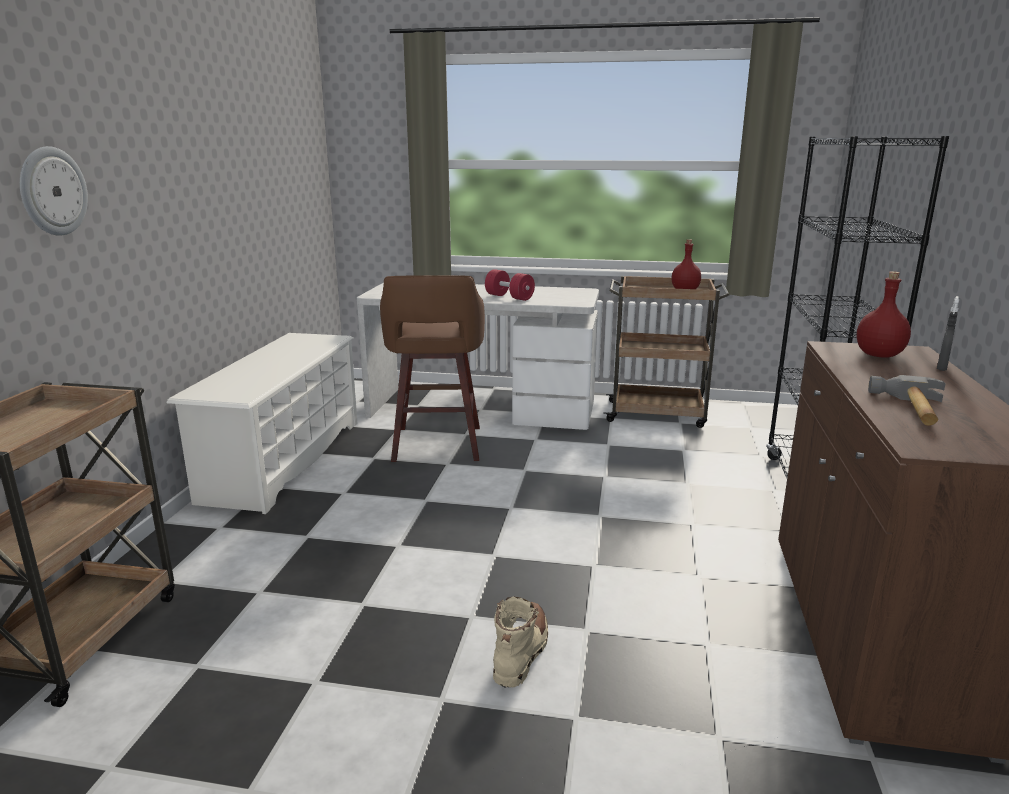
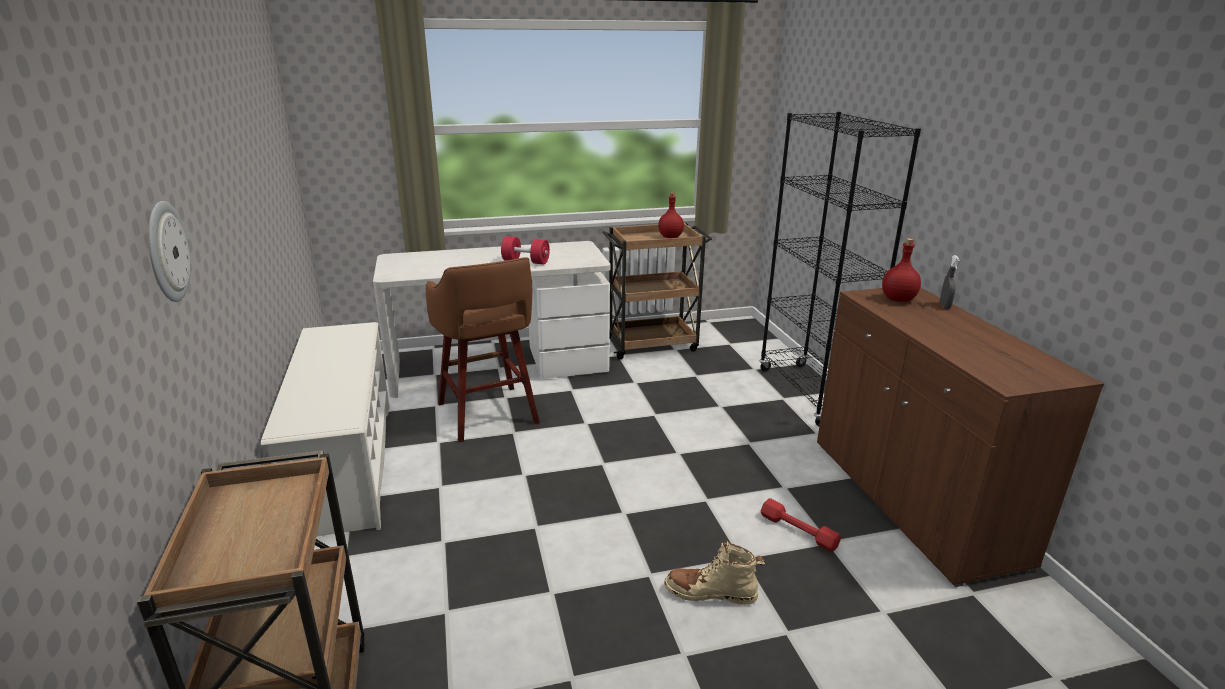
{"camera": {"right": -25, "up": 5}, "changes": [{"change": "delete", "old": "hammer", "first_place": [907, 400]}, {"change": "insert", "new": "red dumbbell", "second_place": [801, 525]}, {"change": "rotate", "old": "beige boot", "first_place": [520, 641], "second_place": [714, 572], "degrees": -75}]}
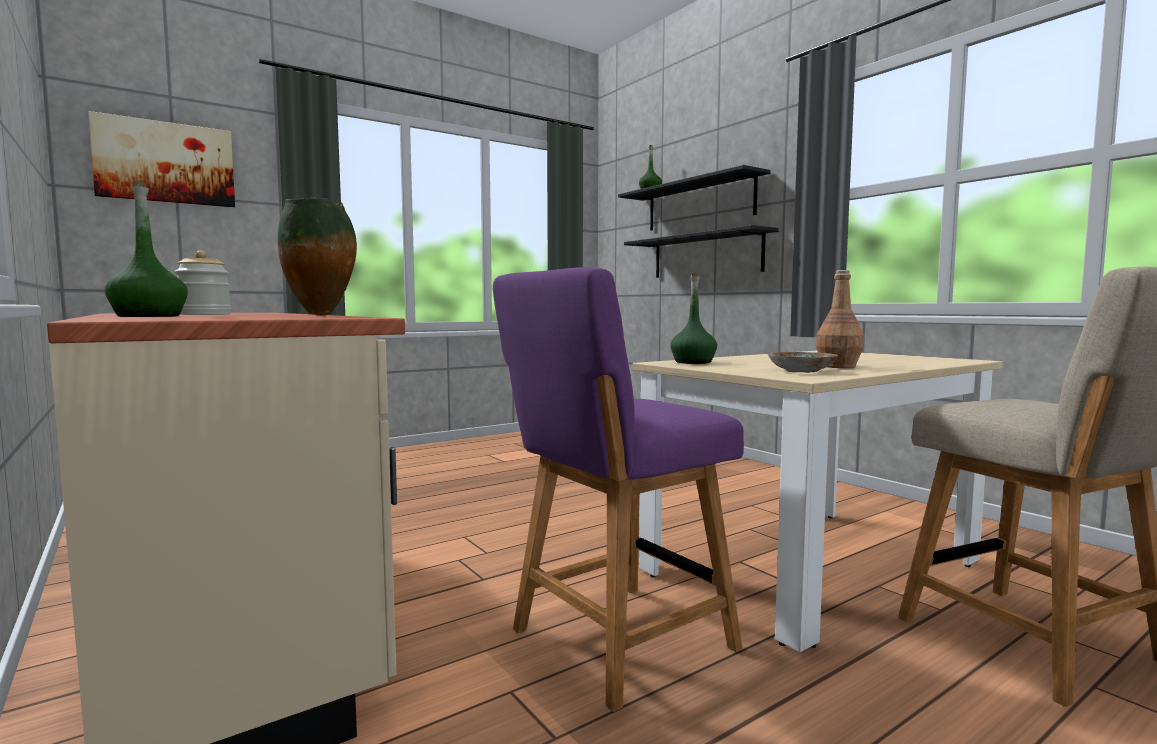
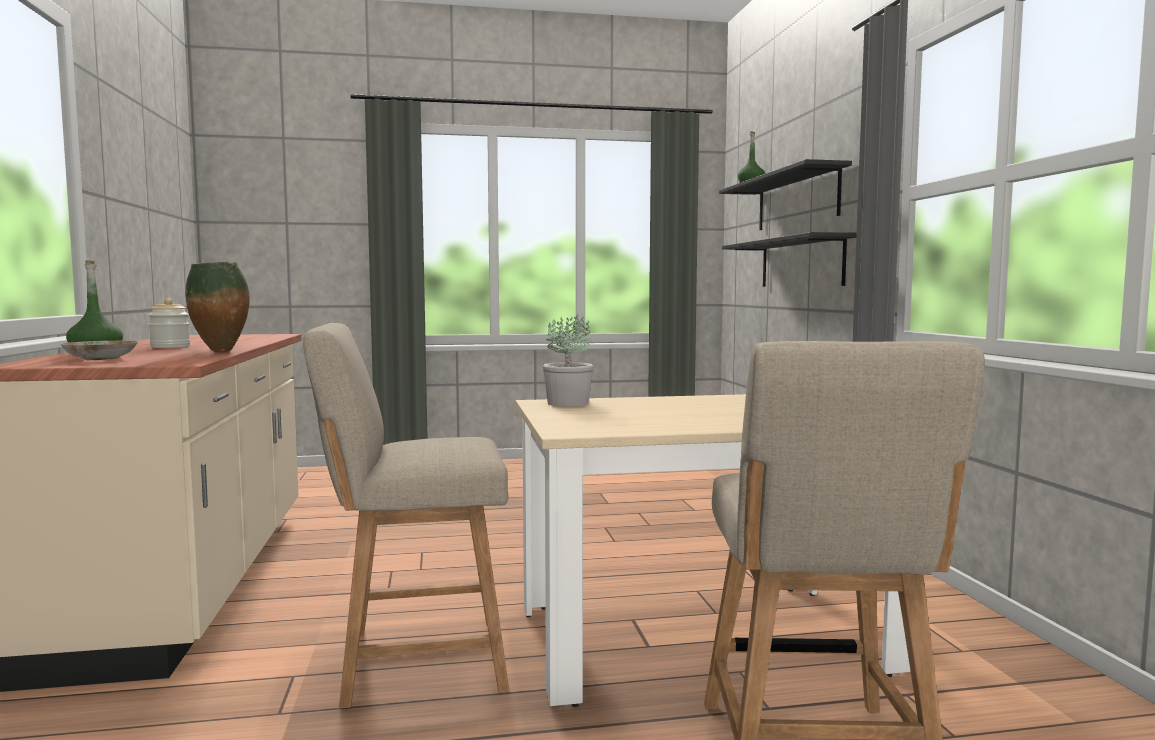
{"camera": {"right": 25, "up": 0}, "changes": [{"change": "delete", "old": "picture", "first_place": [161, 159]}, {"change": "delete", "old": "brown bottle", "first_place": [840, 319]}, {"change": "move", "old": "plate", "first_place": [803, 362], "second_place": [99, 350]}, {"change": "replace", "old": "green bottle", "new": "potted plant", "first_place": [693, 318], "second_place": [568, 360]}, {"change": "recolor", "old": "purple chair", "new": "beige chair", "first_place": [618, 489], "second_place": [406, 516]}]}
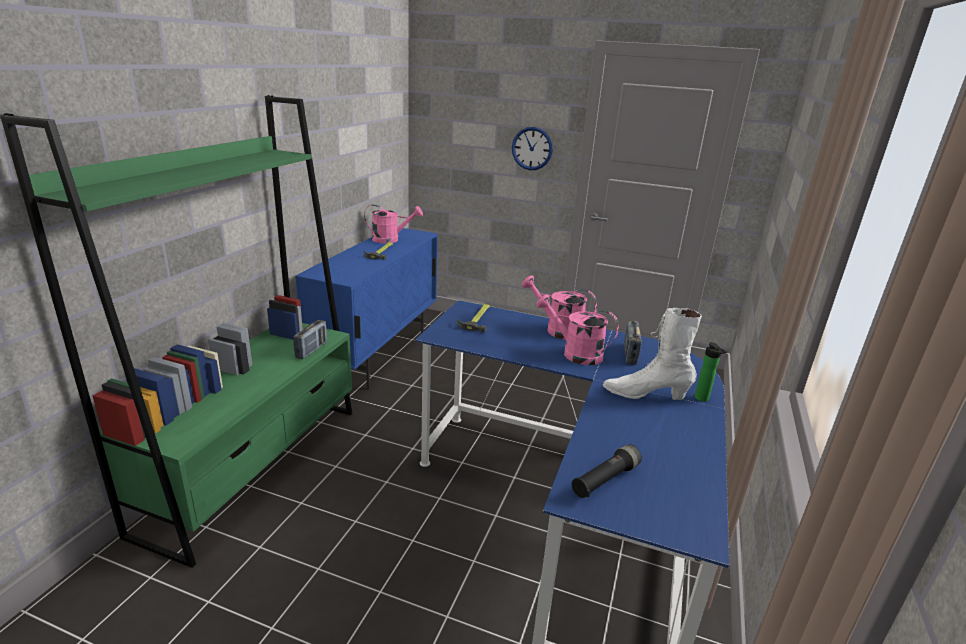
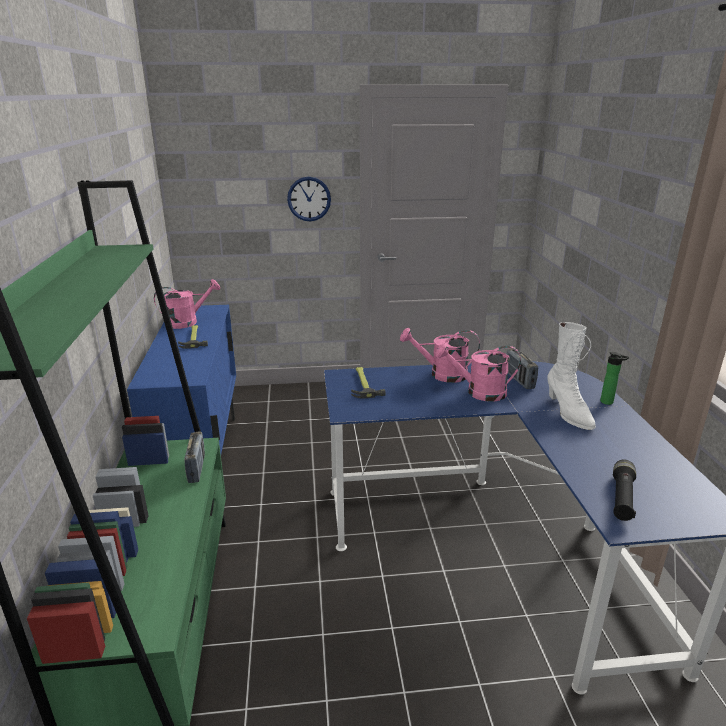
{"camera": {"right": -25, "up": 0}, "changes": [{"change": "rotate", "old": "white boot", "first_place": [652, 354], "second_place": [571, 376], "degrees": -90}]}
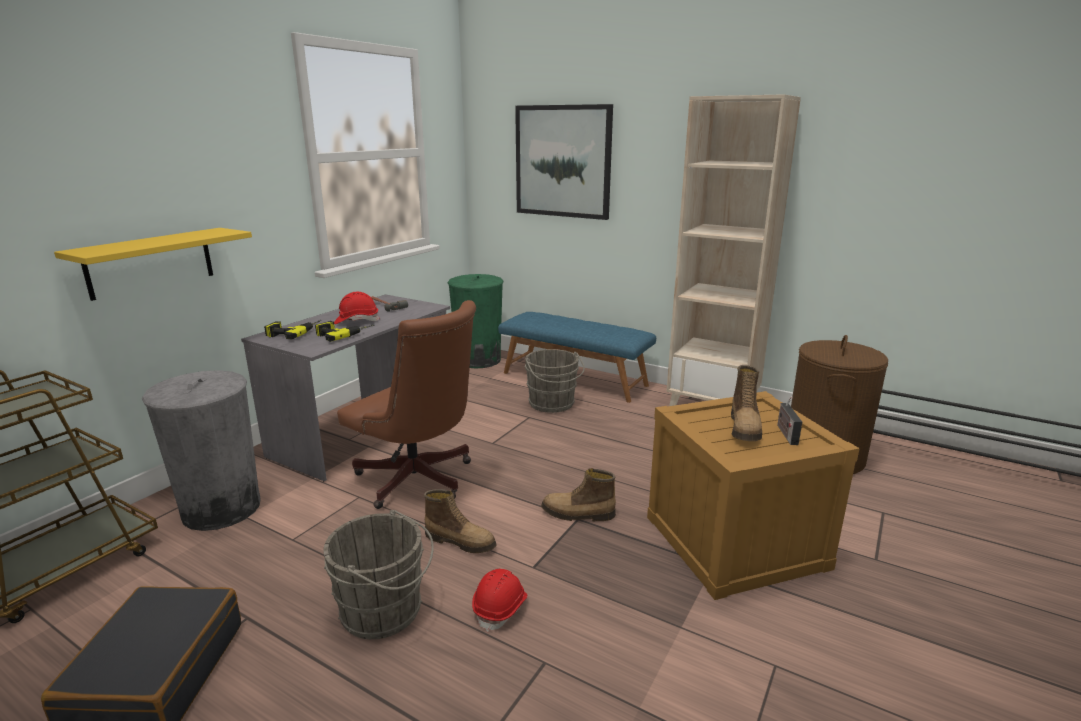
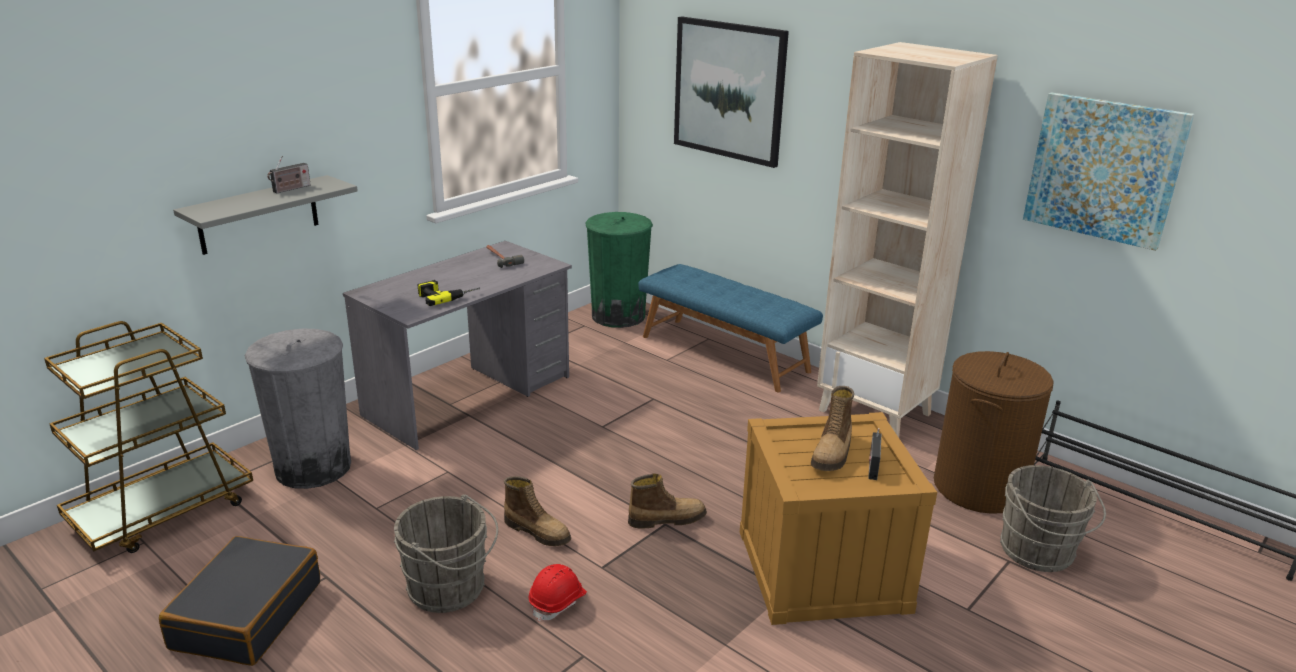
{"camera": {"right": 10, "up": 5}, "changes": [{"change": "delete", "old": "power drill", "first_place": [293, 330]}, {"change": "delete", "old": "red hard hat", "first_place": [356, 308]}, {"change": "delete", "old": "brown office chair", "first_place": [406, 404]}, {"change": "insert", "new": "radio", "second_place": [289, 174]}, {"change": "insert", "new": "picture", "second_place": [1108, 171]}, {"change": "move", "old": "grey bucket", "first_place": [554, 381], "second_place": [1053, 518]}, {"change": "recolor", "old": "yellow shelf", "new": "grey shelf", "first_place": [153, 264], "second_place": [265, 215]}, {"change": "rotate", "old": "boot", "first_place": [578, 494], "second_place": [667, 501], "degrees": 150}]}
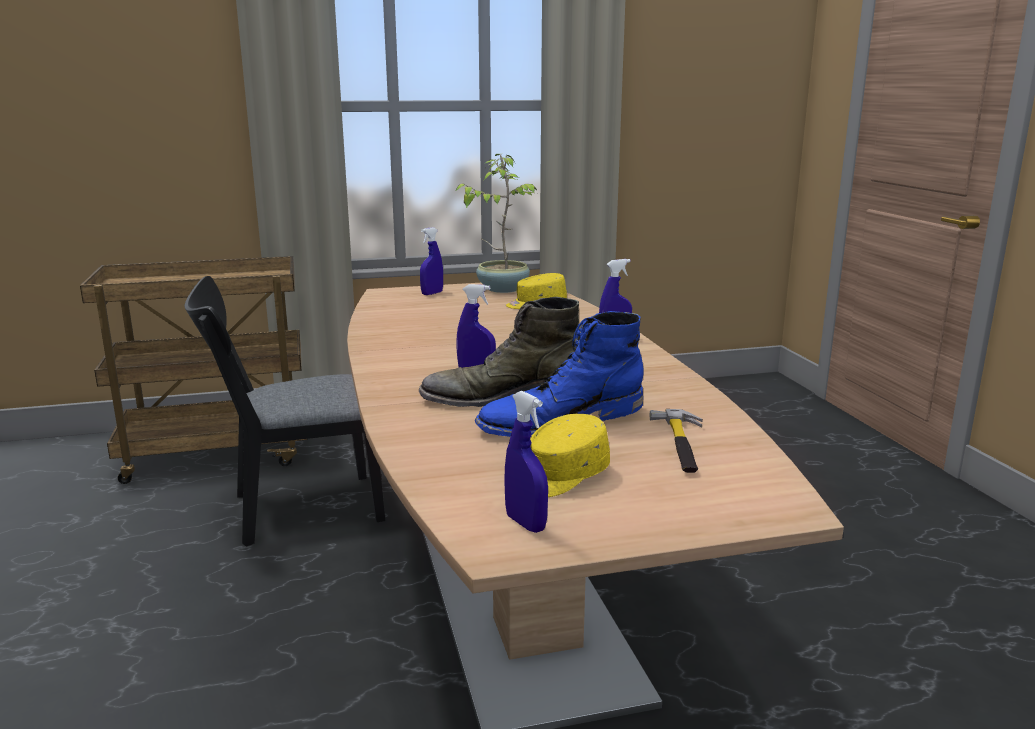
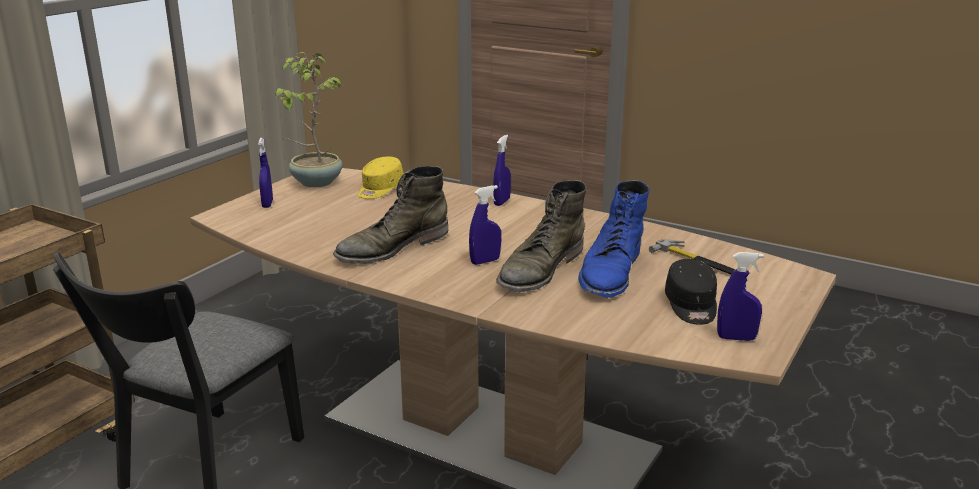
{"camera": {"right": -45, "up": 5}, "changes": [{"change": "insert", "new": "green boot", "second_place": [391, 215]}, {"change": "recolor", "old": "yellow cap", "new": "black cap", "first_place": [570, 455], "second_place": [691, 291]}]}
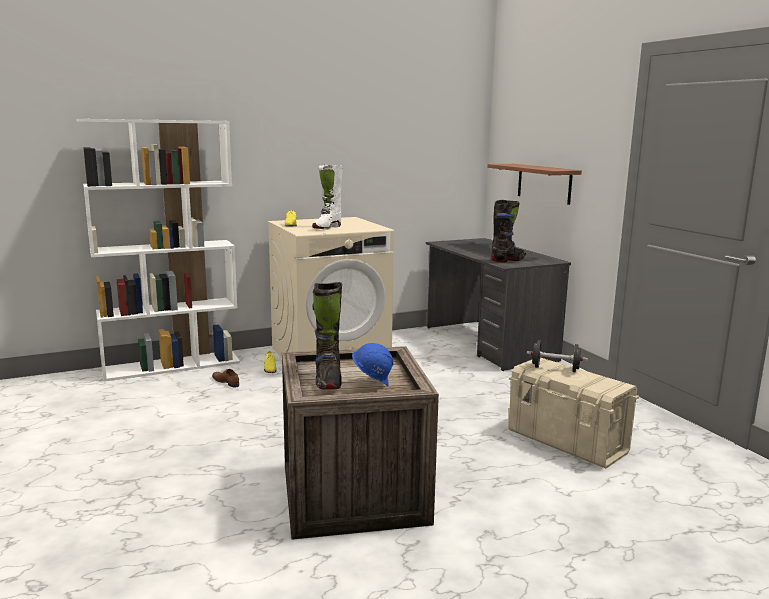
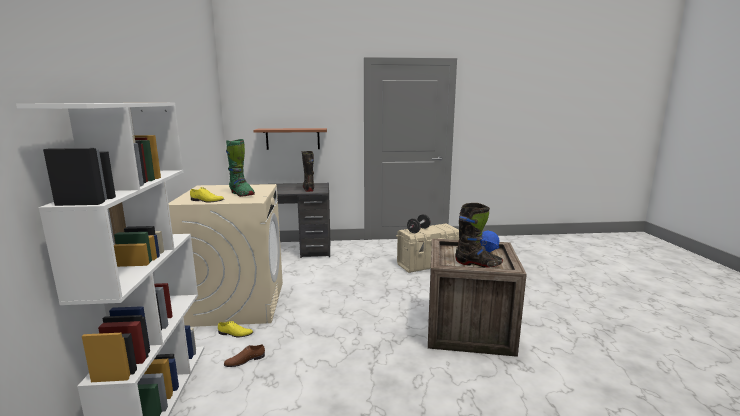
{"camera": {"right": -70, "up": 0}, "changes": [{"change": "recolor", "old": "white boot", "new": "green boot", "first_place": [327, 197], "second_place": [240, 168]}]}
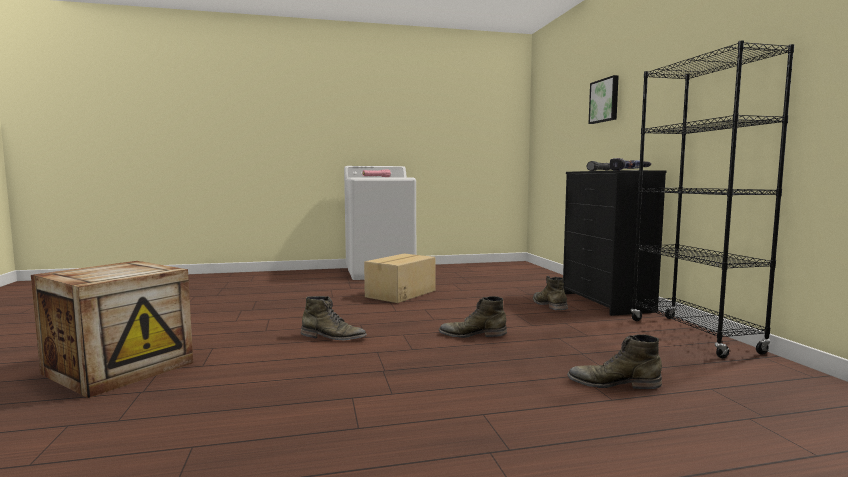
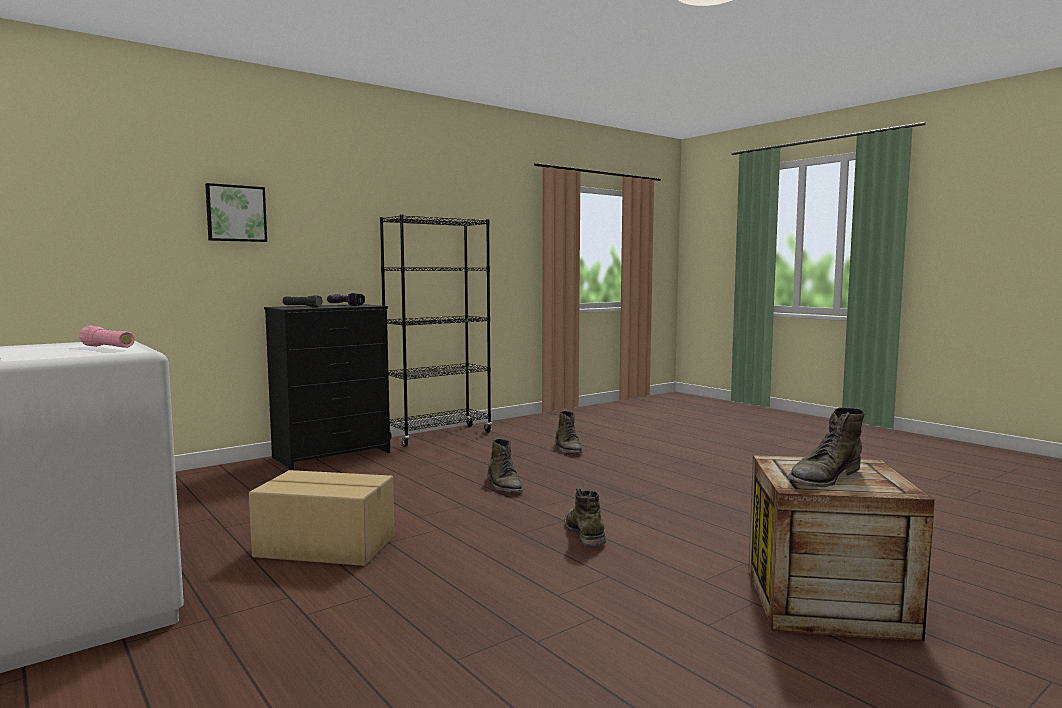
{"camera": {"right": -115, "up": 0}, "changes": [{"change": "move", "old": "green boot", "first_place": [550, 293], "second_place": [826, 447]}]}
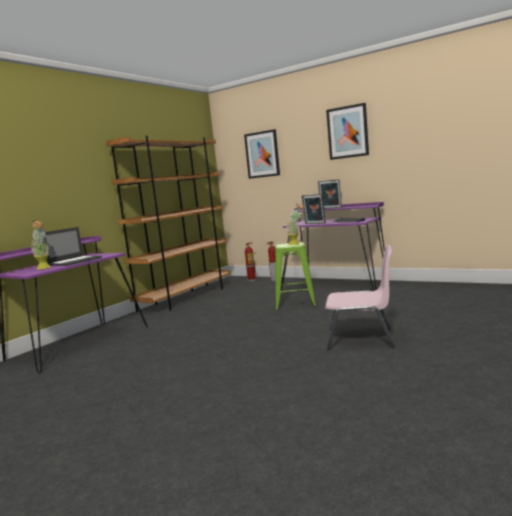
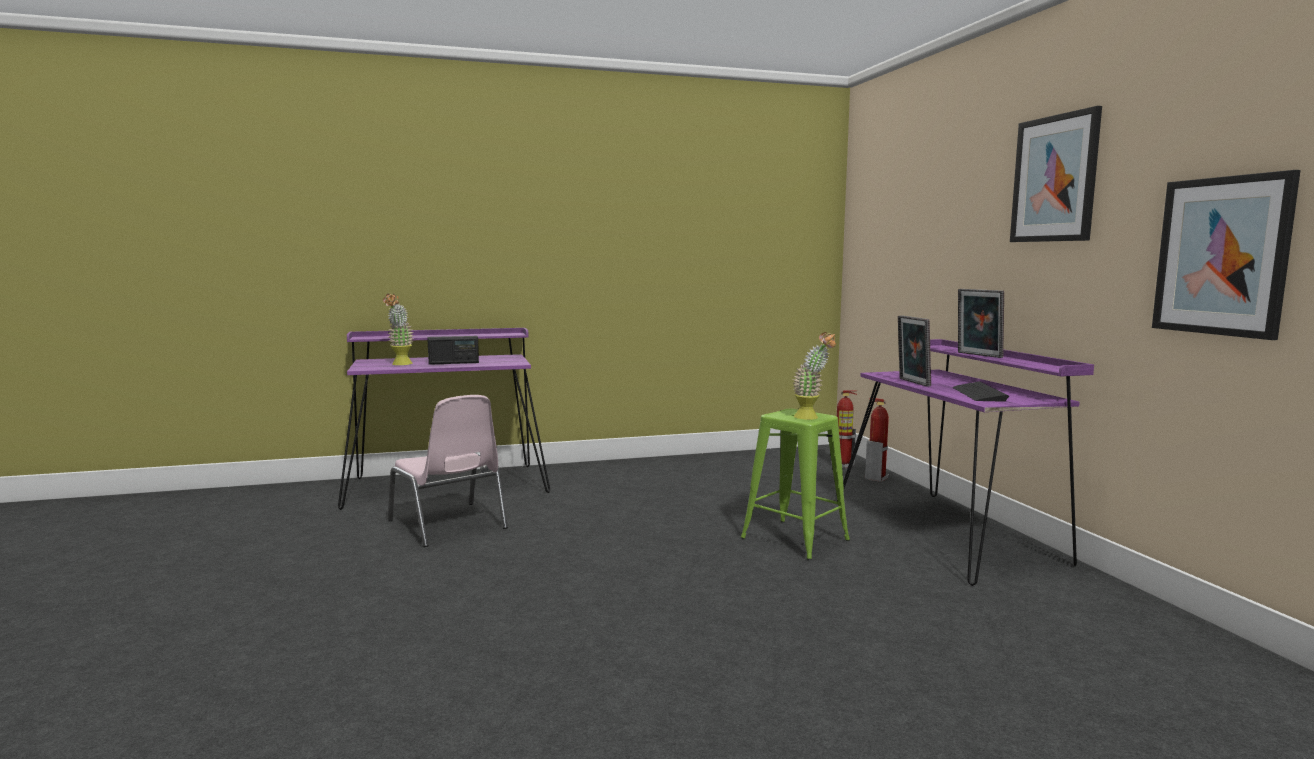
{"camera": {"right": 40, "up": 0}, "changes": [{"change": "delete", "old": "brown bookcase", "first_place": [168, 224]}, {"change": "move", "old": "picture", "first_place": [262, 154], "second_place": [1226, 255]}, {"change": "move", "old": "pink chair", "first_place": [360, 297], "second_place": [448, 471]}, {"change": "replace", "old": "laptop", "new": "radio", "first_place": [73, 246], "second_place": [453, 350]}]}
